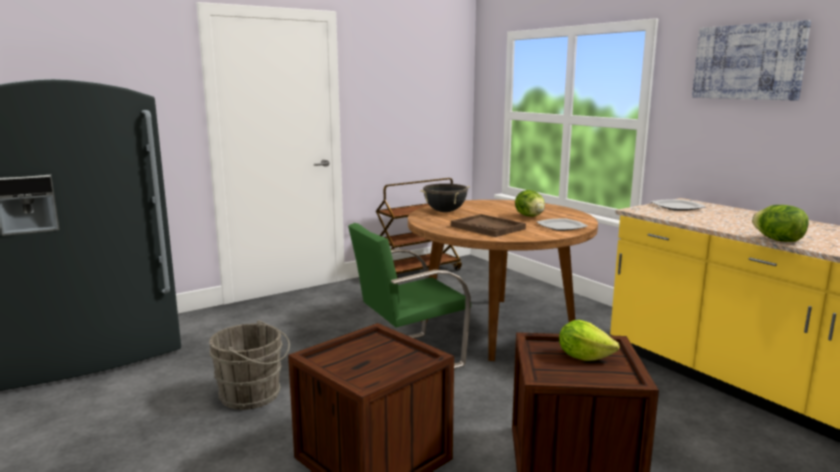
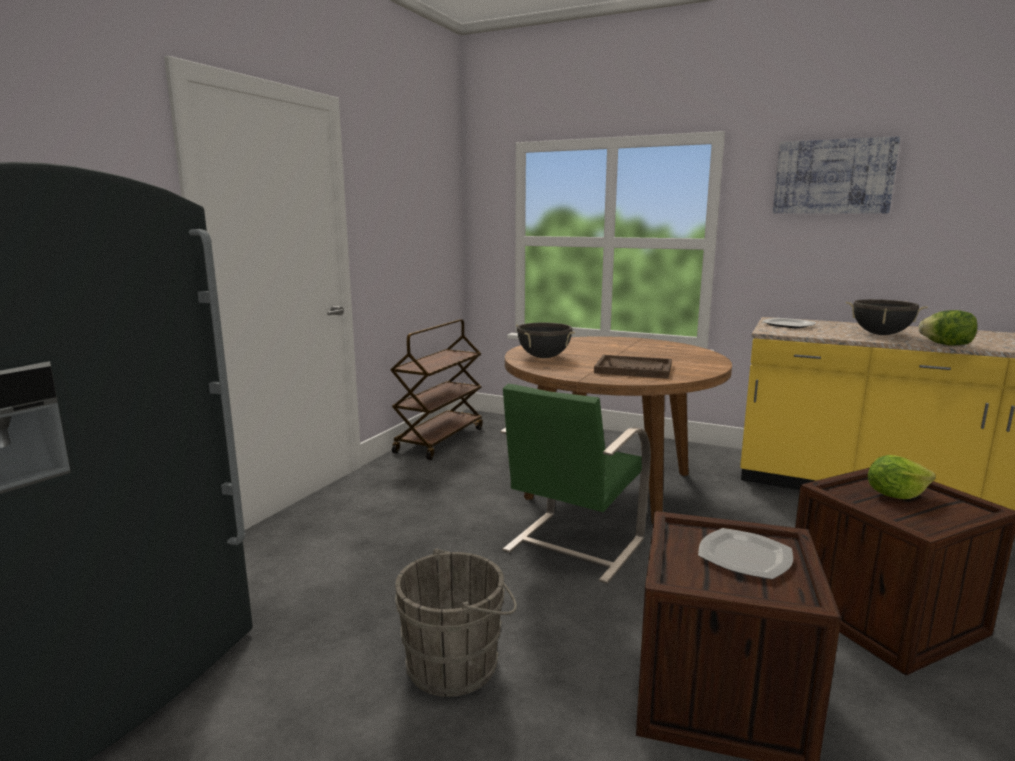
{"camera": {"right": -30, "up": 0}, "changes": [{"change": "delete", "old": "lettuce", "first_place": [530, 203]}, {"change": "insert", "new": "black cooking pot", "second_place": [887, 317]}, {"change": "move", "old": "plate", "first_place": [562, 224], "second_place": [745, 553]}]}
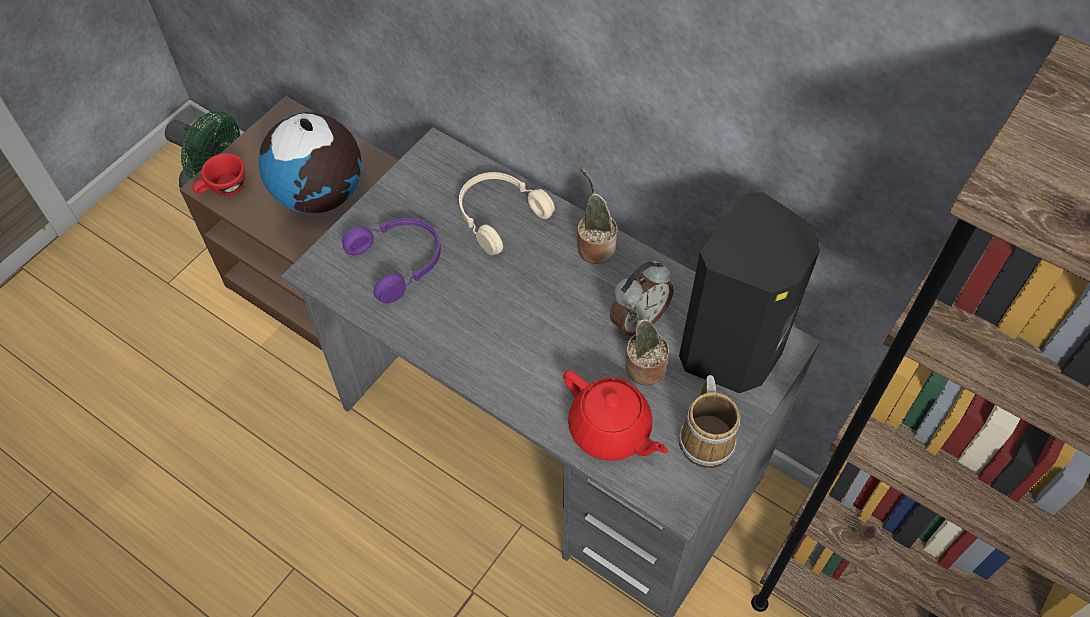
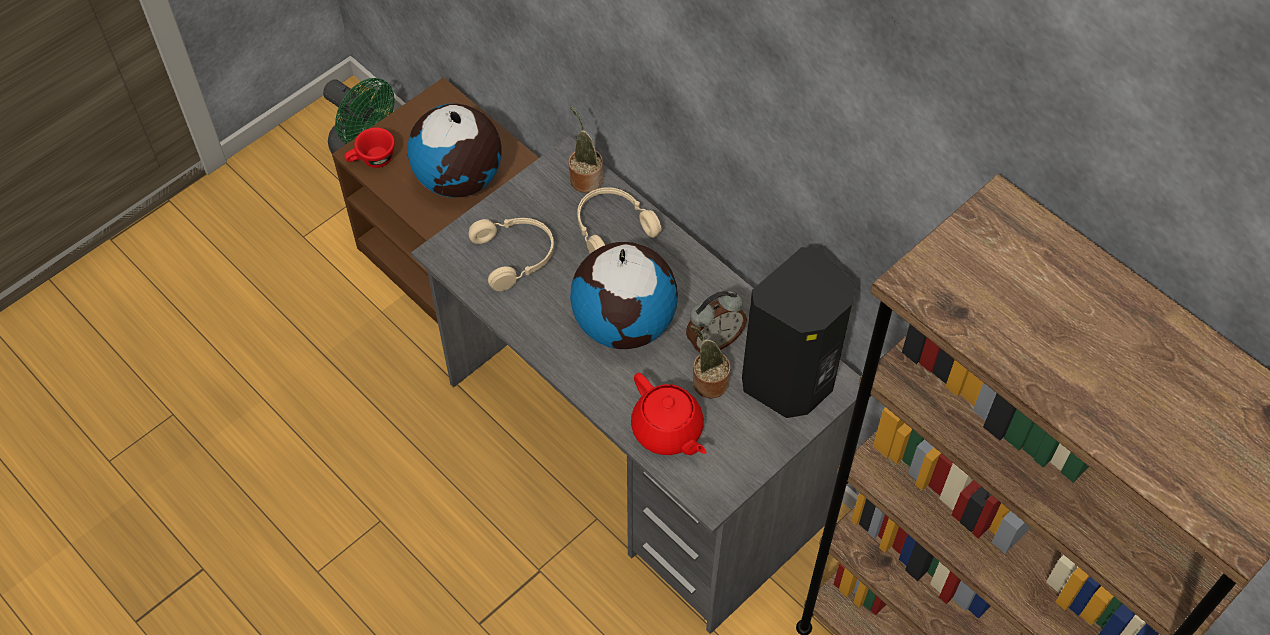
{"camera": {"right": 10, "up": 0}, "changes": [{"change": "delete", "old": "mug", "first_place": [709, 421]}, {"change": "insert", "new": "globe", "second_place": [624, 295]}, {"change": "move", "old": "potted plant", "first_place": [597, 215], "second_place": [585, 149]}, {"change": "recolor", "old": "purple headphones", "new": "beige headphones", "first_place": [391, 261], "second_place": [511, 254]}]}
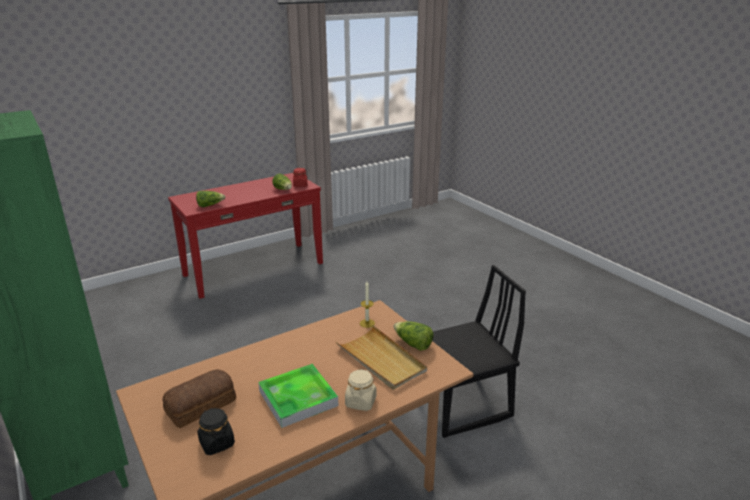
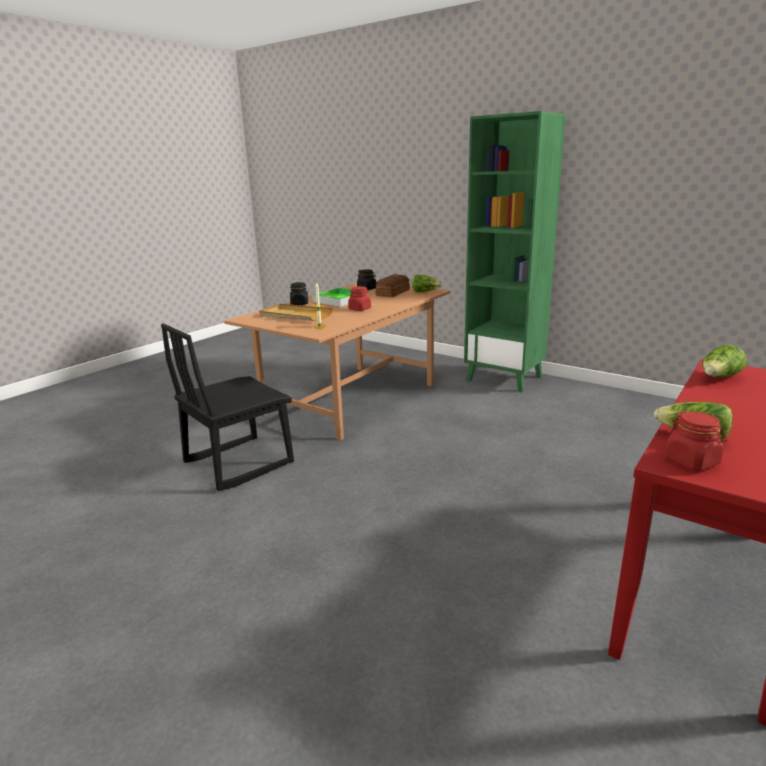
{"camera": {"right": 160, "up": -5}, "changes": [{"change": "insert", "new": "red jar", "second_place": [359, 298]}, {"change": "move", "old": "lettuce", "first_place": [413, 336], "second_place": [427, 283]}, {"change": "recolor", "old": "beige jar", "new": "black jar", "first_place": [360, 390], "second_place": [299, 293]}]}
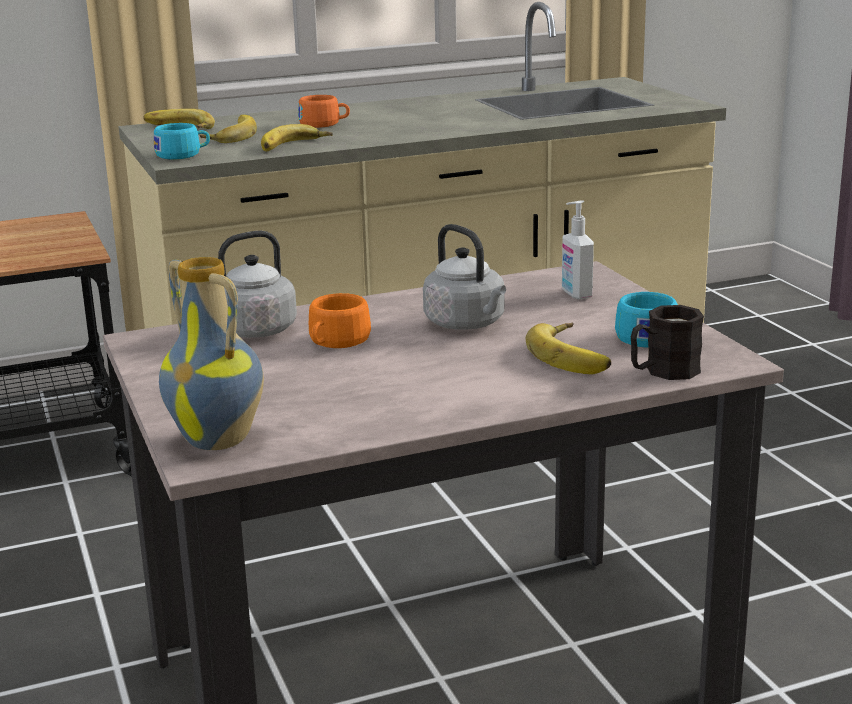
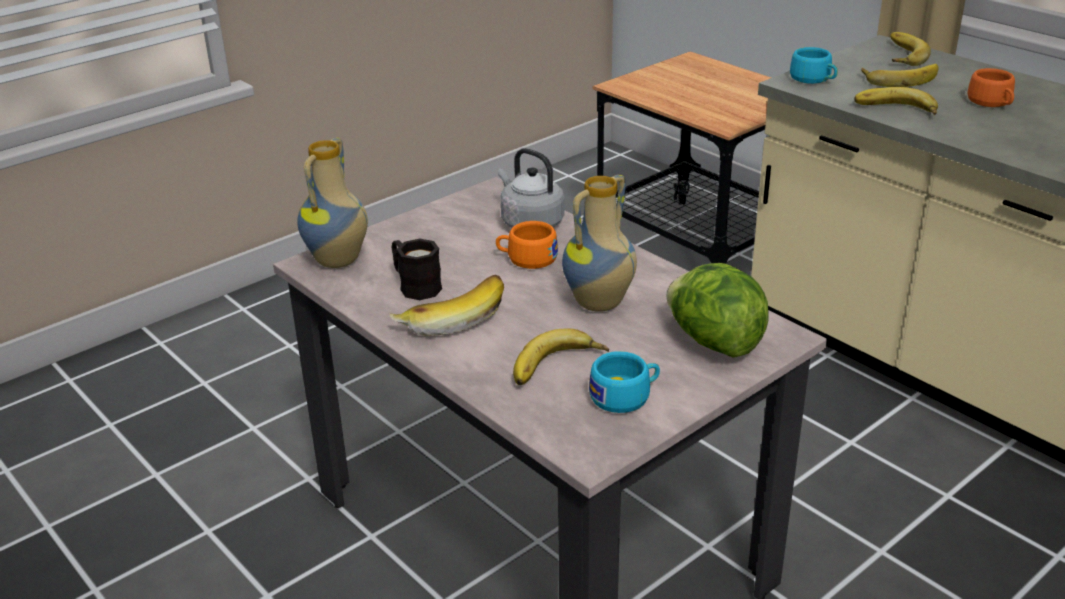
{"camera": {"right": 70, "up": 10}, "changes": [{"change": "insert", "new": "banana", "second_place": [446, 305]}, {"change": "move", "old": "black mug", "first_place": [667, 342], "second_place": [417, 269]}, {"change": "replace", "old": "grey kettle", "new": "vase", "first_place": [464, 277], "second_place": [599, 243]}, {"change": "replace", "old": "soap dispenser", "new": "lettuce", "first_place": [578, 249], "second_place": [717, 310]}]}
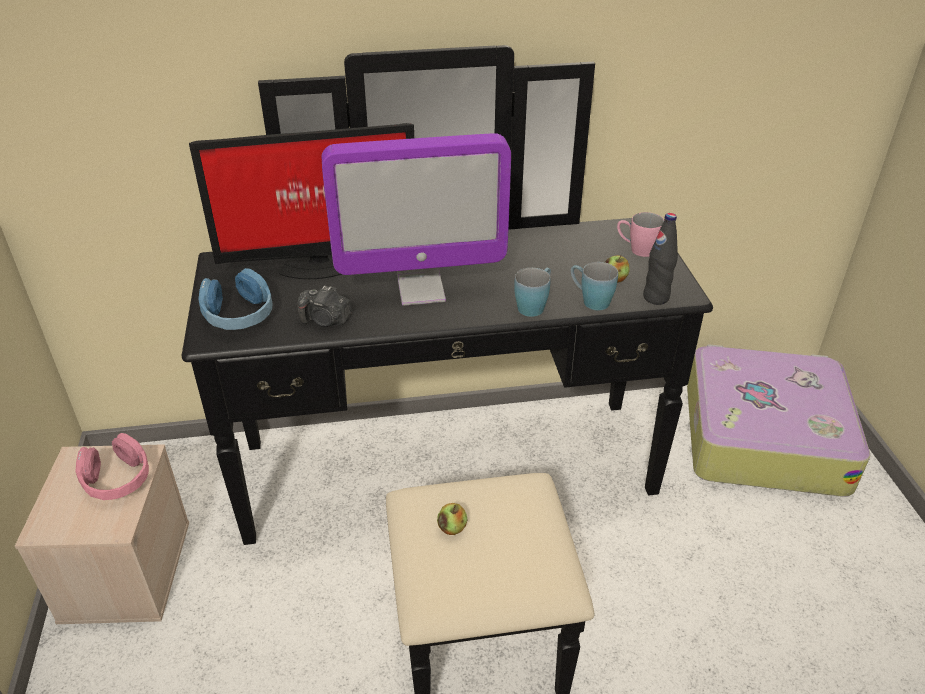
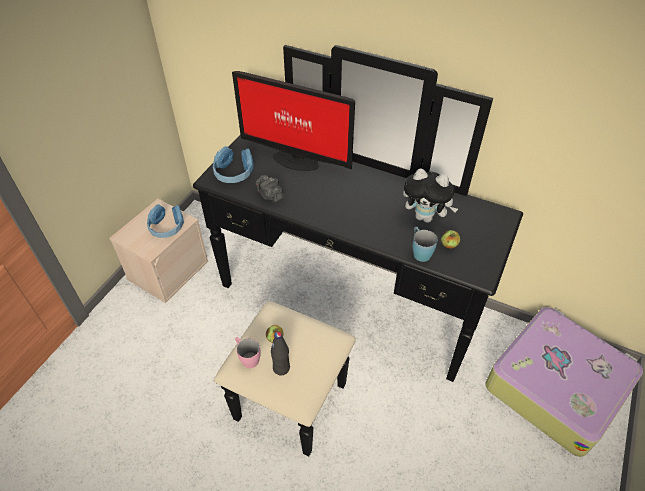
{"camera": {"right": 35, "up": 10}, "changes": [{"change": "delete", "old": "monitor", "first_place": [416, 219]}, {"change": "delete", "old": "blue mug", "first_place": [532, 292]}, {"change": "insert", "new": "plush toy", "second_place": [430, 195]}, {"change": "move", "old": "pink mug", "first_place": [640, 234], "second_place": [248, 352]}, {"change": "move", "old": "black bottle", "first_place": [660, 259], "second_place": [280, 353]}, {"change": "recolor", "old": "pink headphones", "new": "blue headphones", "first_place": [112, 466], "second_place": [165, 221]}]}
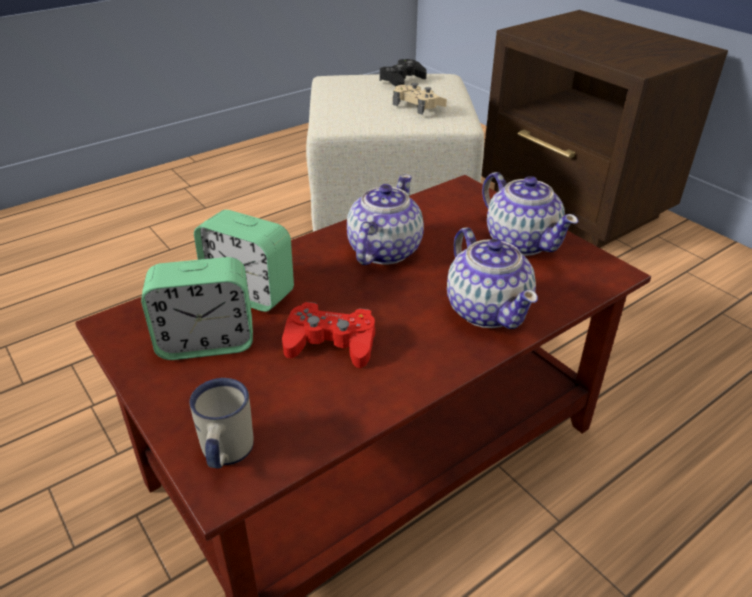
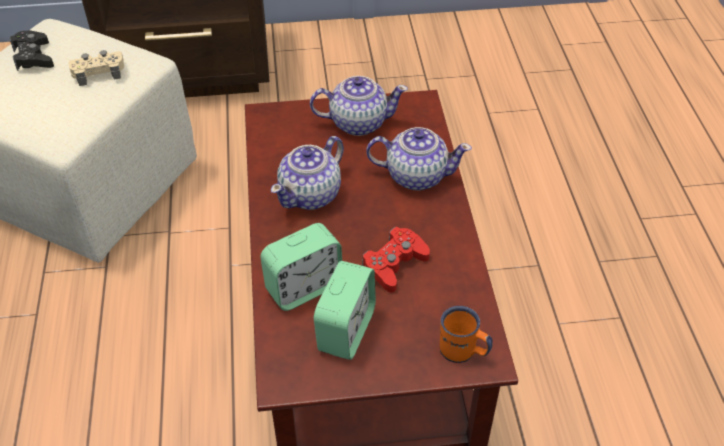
{"camera": {"right": -60, "up": 10}, "changes": [{"change": "recolor", "old": "white mug", "new": "orange mug", "first_place": [221, 423], "second_place": [466, 334]}, {"change": "rotate", "old": "teapot", "first_place": [385, 219], "second_place": [307, 173], "degrees": -105}]}
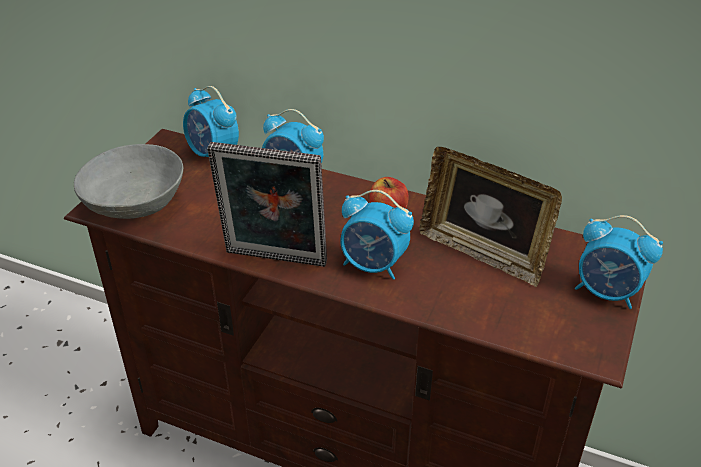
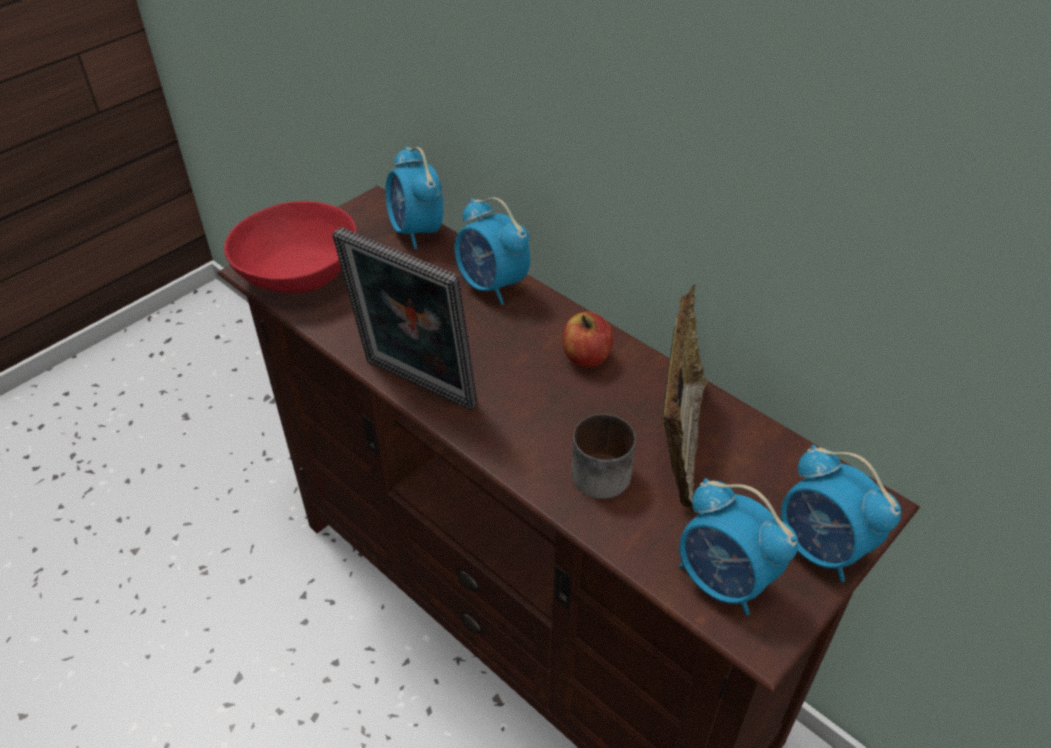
{"camera": {"right": 20, "up": 5}, "changes": [{"change": "insert", "new": "mug", "second_place": [603, 456]}, {"change": "move", "old": "alarm clock", "first_place": [377, 235], "second_place": [739, 547]}, {"change": "recolor", "old": "grey bowl", "new": "red bowl", "first_place": [128, 181], "second_place": [290, 247]}, {"change": "rotate", "old": "picture frame", "first_place": [490, 217], "second_place": [685, 399], "degrees": -135}]}
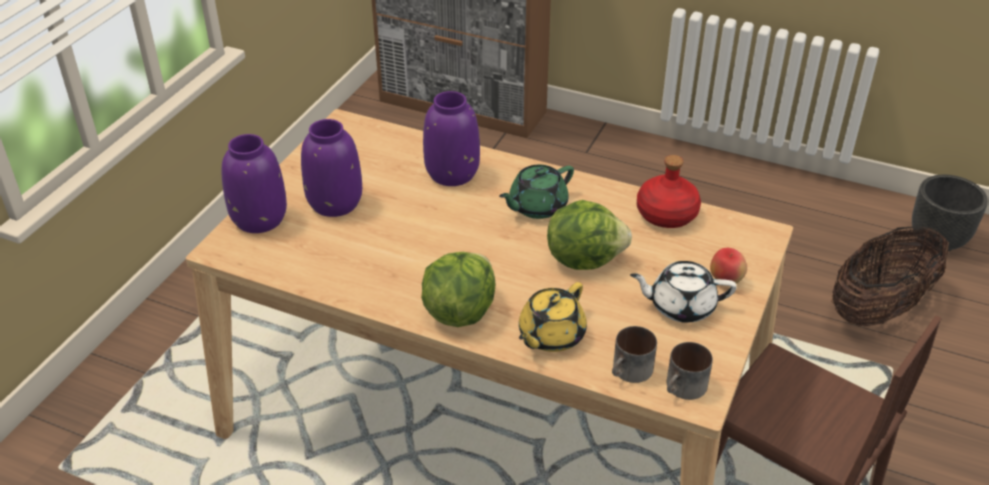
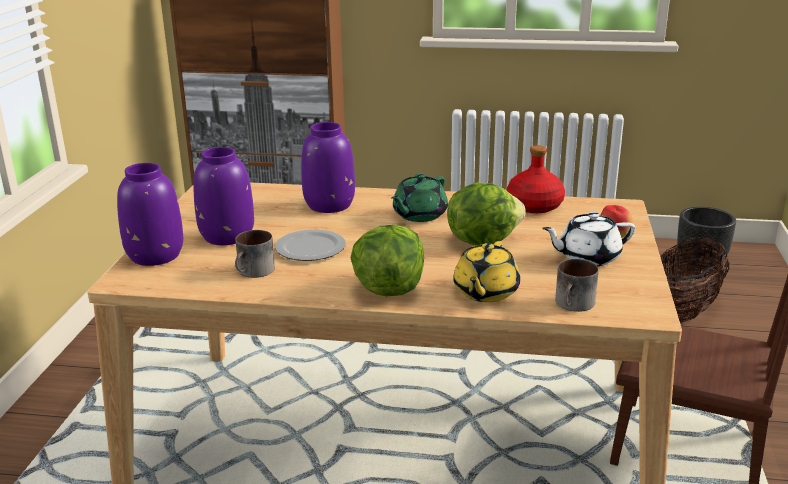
{"camera": {"right": -15, "up": -15}, "changes": [{"change": "insert", "new": "plate", "second_place": [310, 245]}, {"change": "move", "old": "mug", "first_place": [690, 371], "second_place": [255, 254]}]}
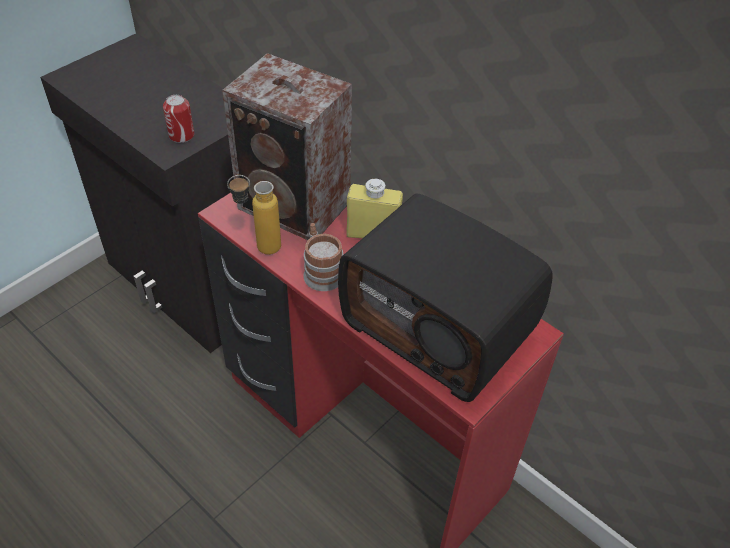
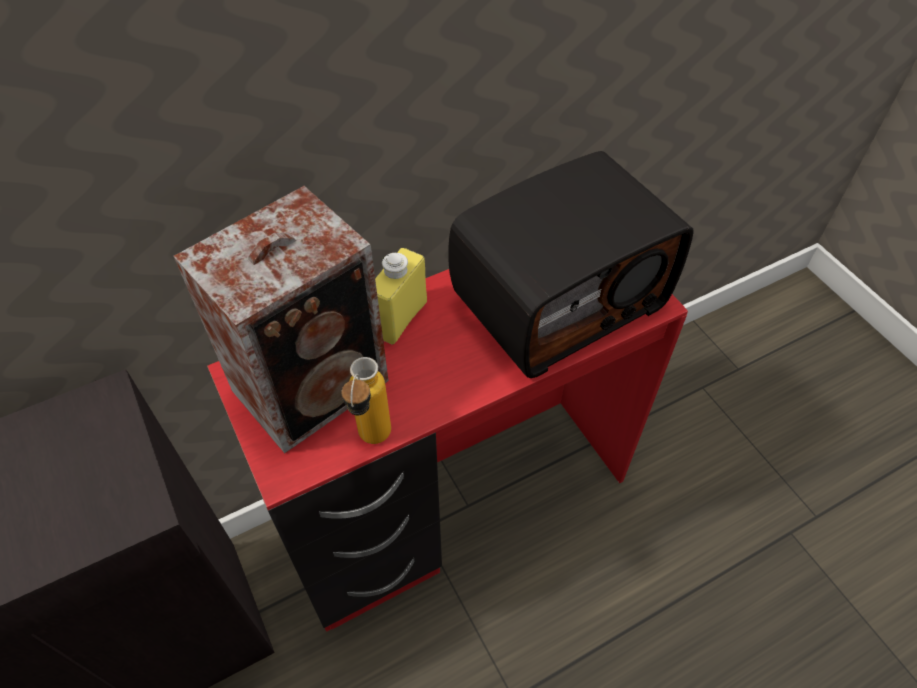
{"camera": {"right": -70, "up": 5}, "changes": [{"change": "delete", "old": "can", "first_place": [178, 119]}, {"change": "delete", "old": "mug", "first_place": [323, 257]}]}
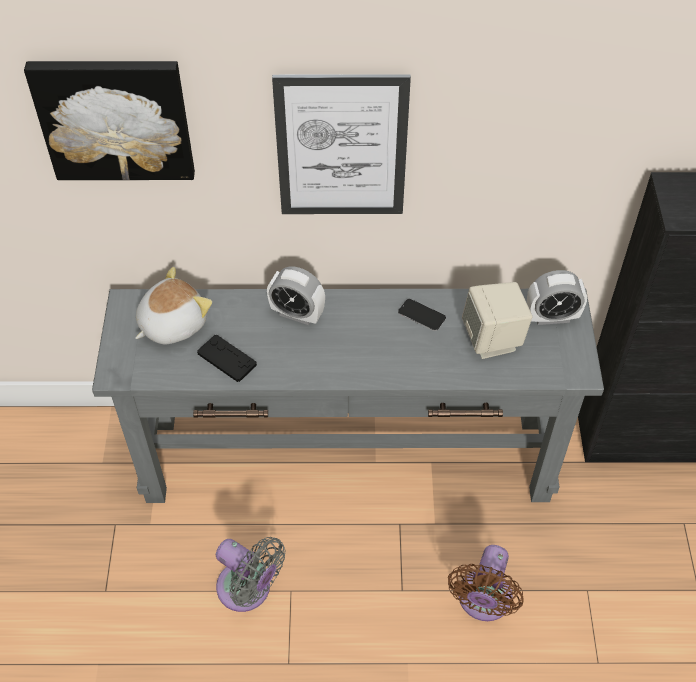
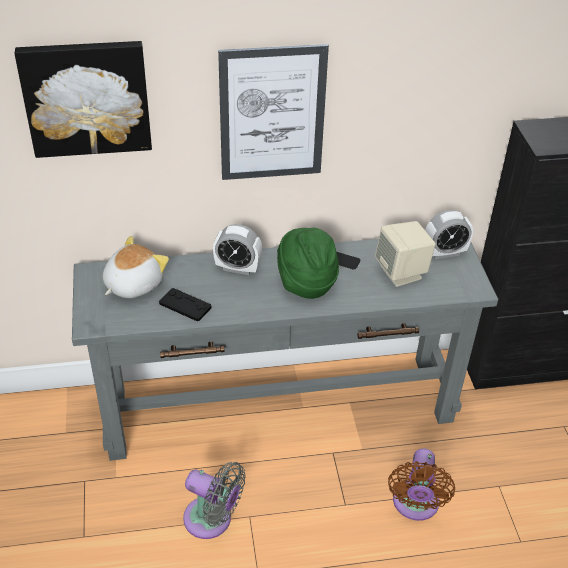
{"camera": {"right": -10, "up": -10}, "changes": [{"change": "insert", "new": "green hat", "second_place": [308, 263]}]}
